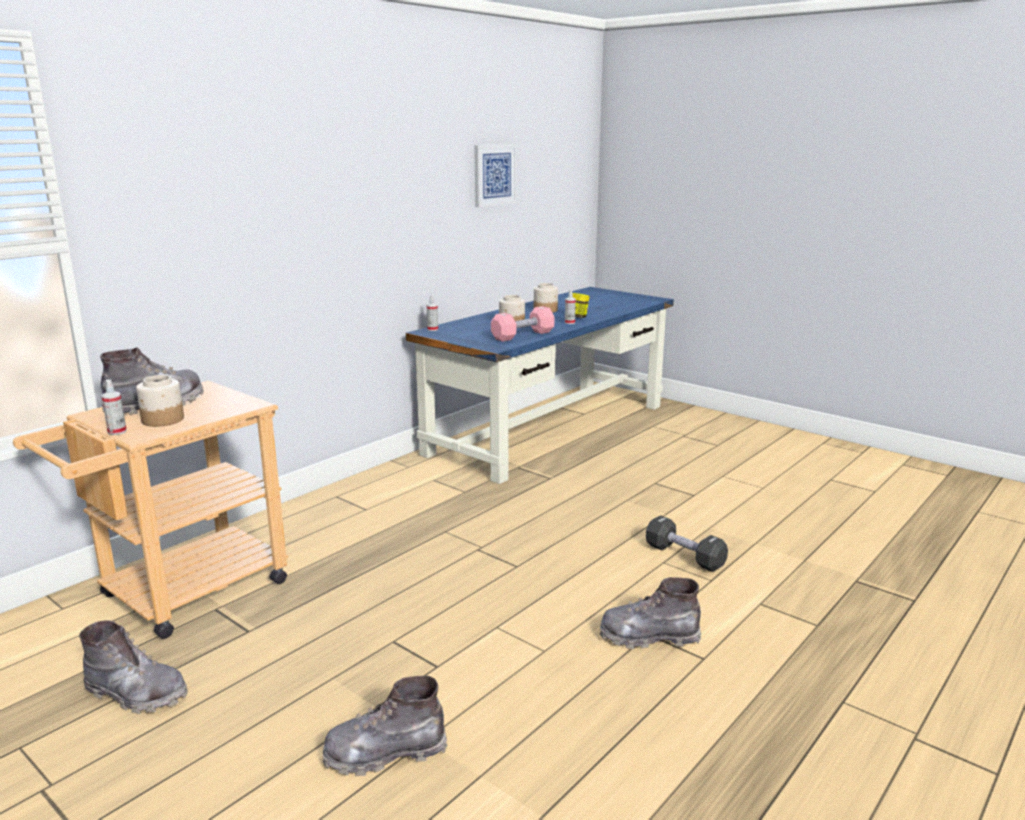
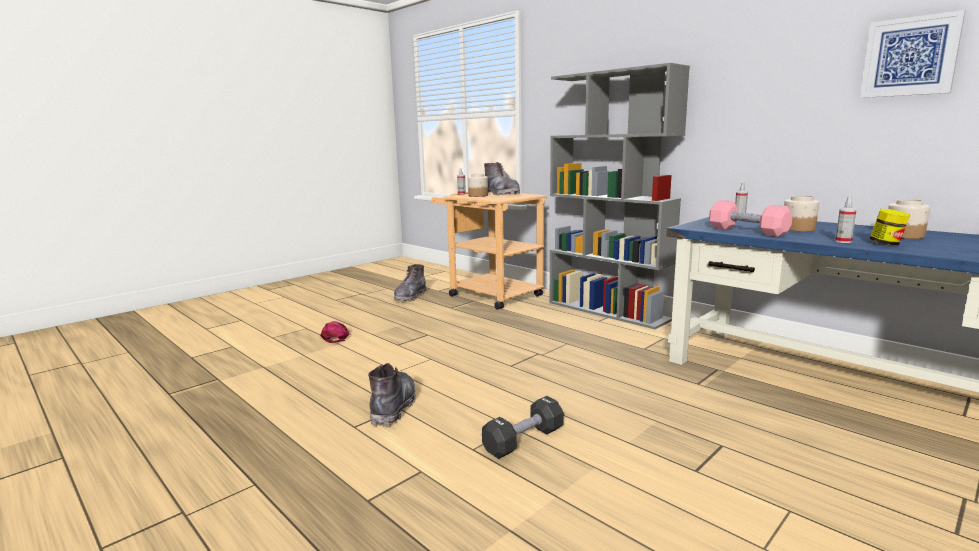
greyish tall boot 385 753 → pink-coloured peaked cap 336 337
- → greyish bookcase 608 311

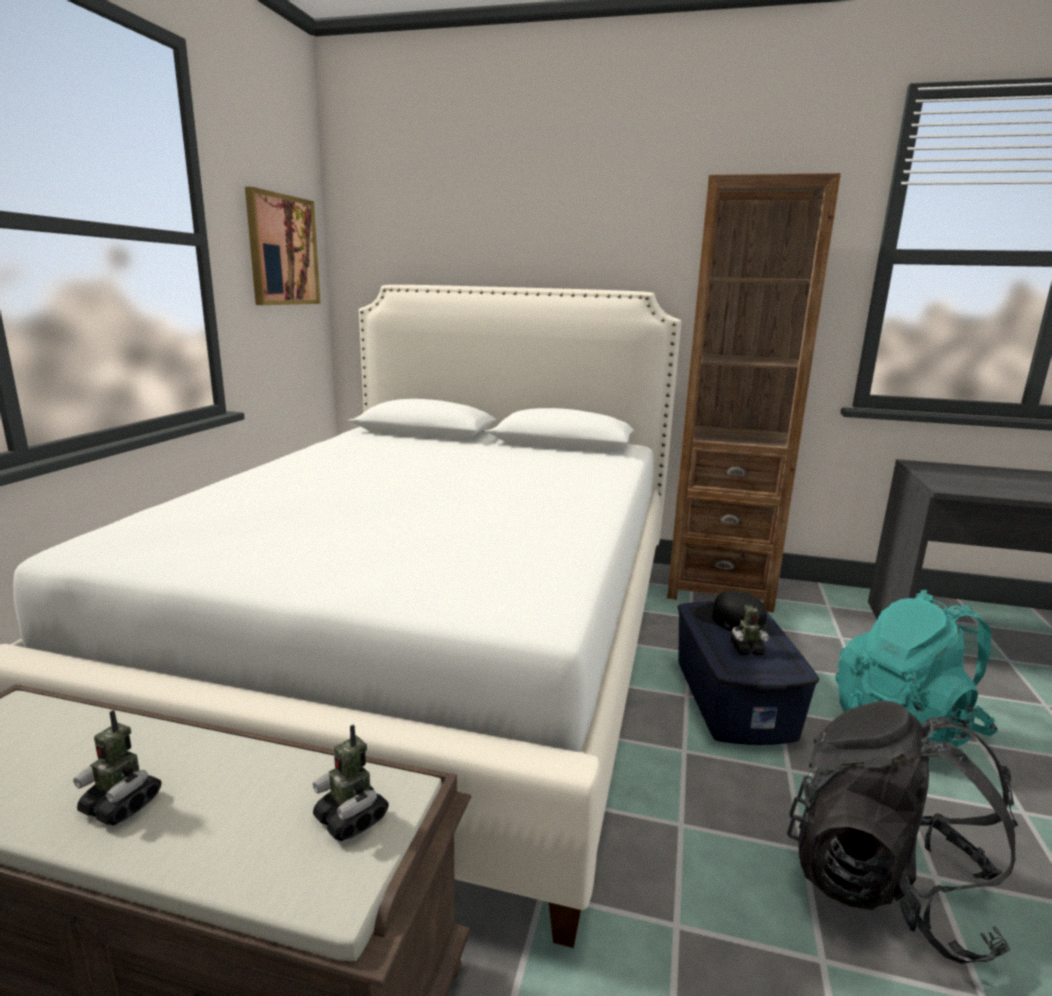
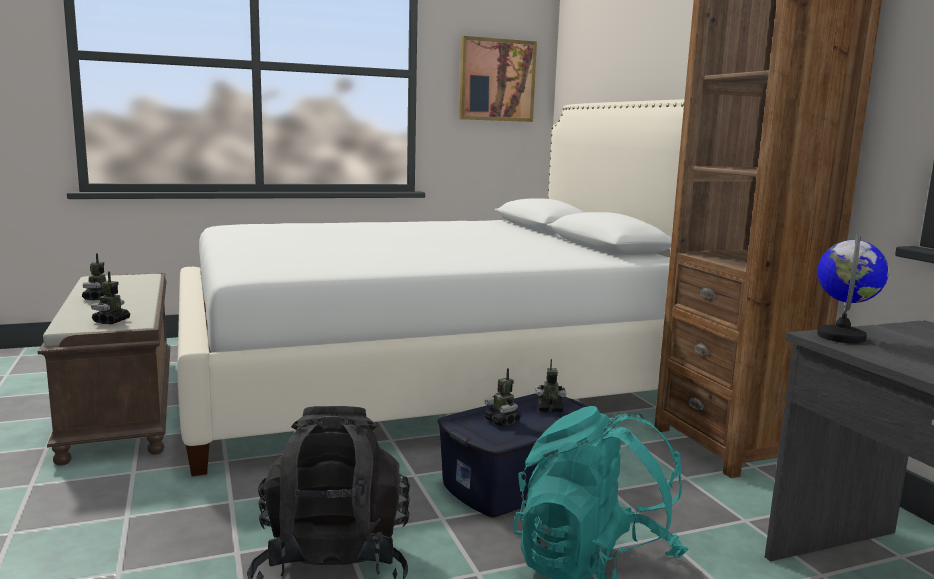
black peaked cap 729 619 → model robot 549 409
- → globe 842 337

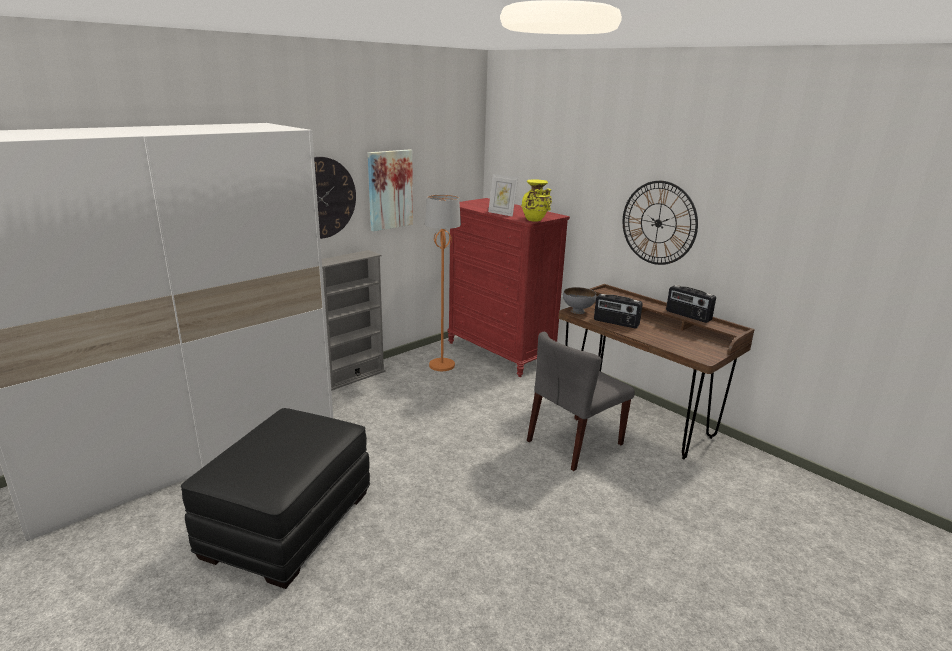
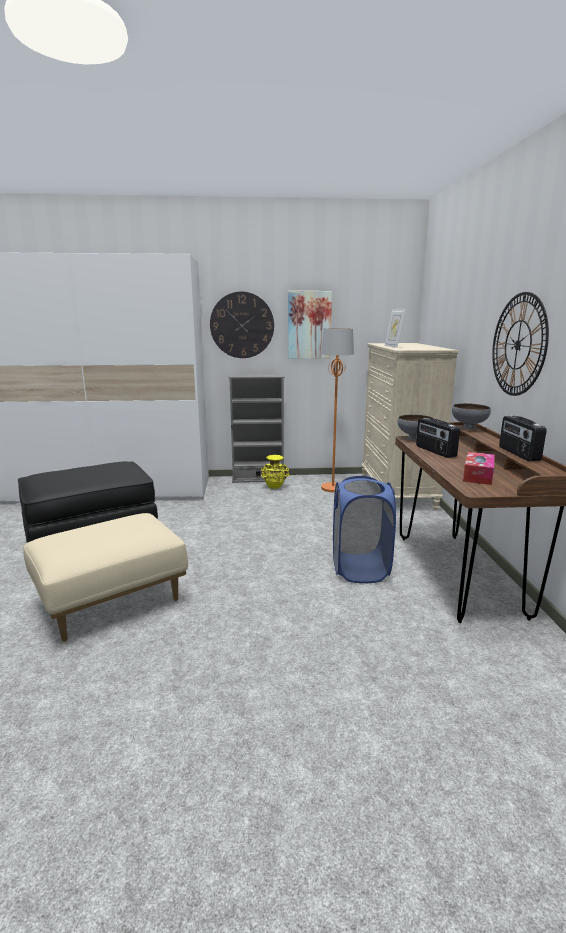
red drawer chest 500 352 → sand-coloured drawer chest 397 492
yellow-coloured decorative vase 535 220 → yellow-coloured decorative vase 275 487, relocated
greyish plain chair 574 443 → bluish hamper 359 568
- → sand-coloured footrest 112 602
- → greyish bowl 468 428
- → box of tissues 478 475

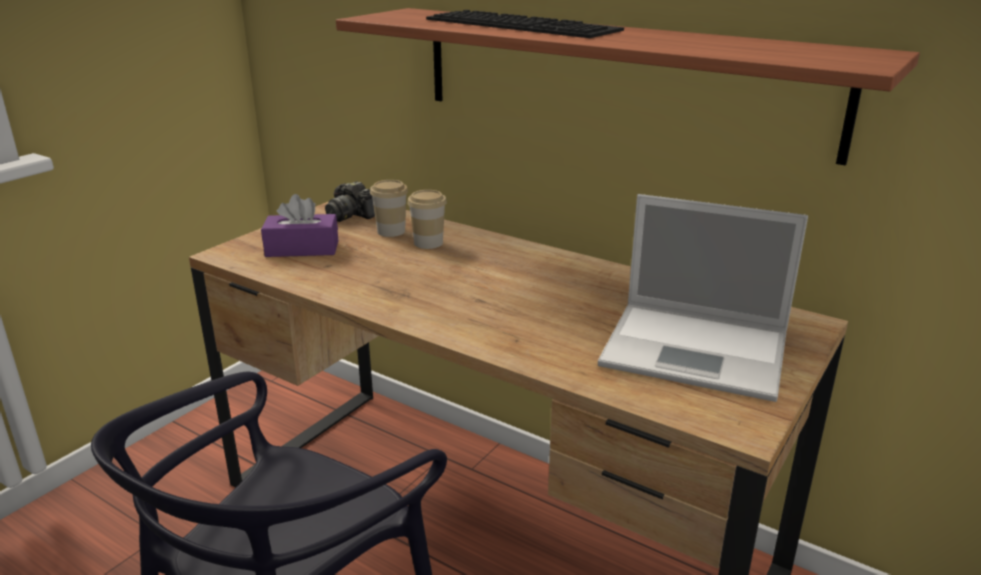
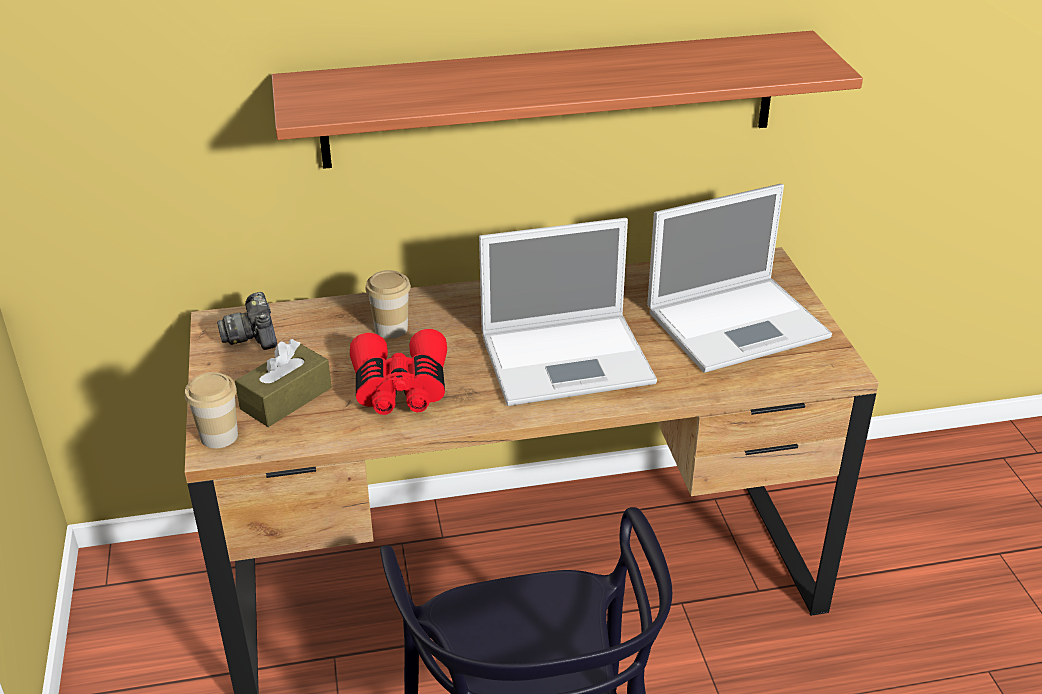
purplish box of tissues 302 249 → brown-coloured box of tissues 286 398
still camera 349 215 → still camera 253 336, 75 degrees clockwise
cup 391 231 → cup 219 436, relocated
PC keyboard 524 24 → -
- → red field glasses 400 389
- → notebook computer 570 358

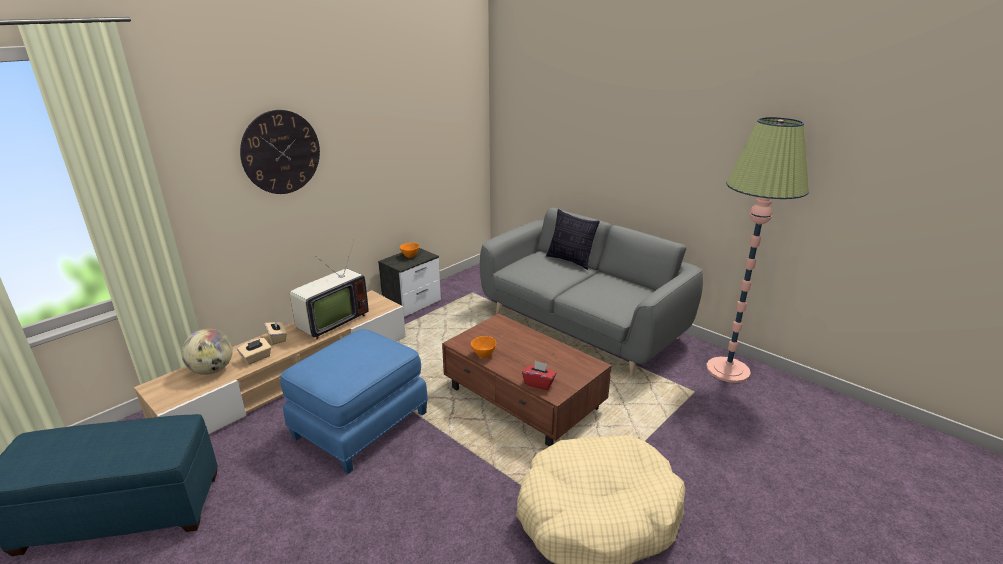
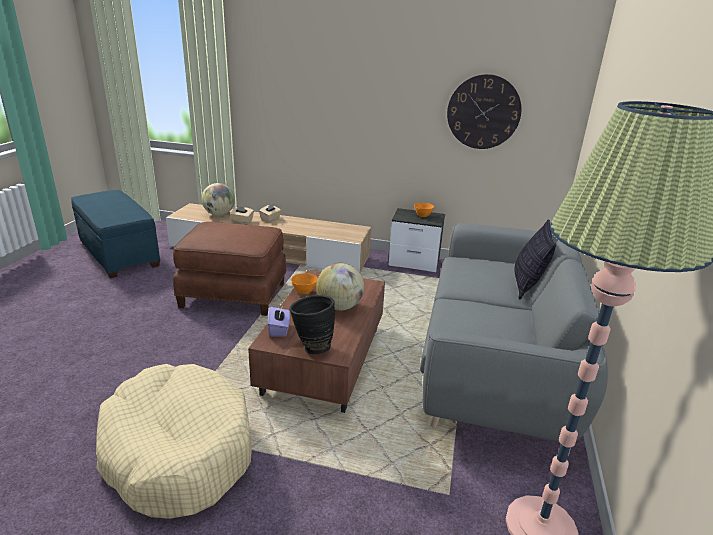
clock on the wall 281 152 → clock on the wall 483 112, relocated
bluish footrest 359 424 → brown-coloured footrest 234 294
TV set 330 322 → -
red box of tissues 539 383 → purplish box of tissues 279 329
- → black decorative vase 311 347
- → globe 339 307

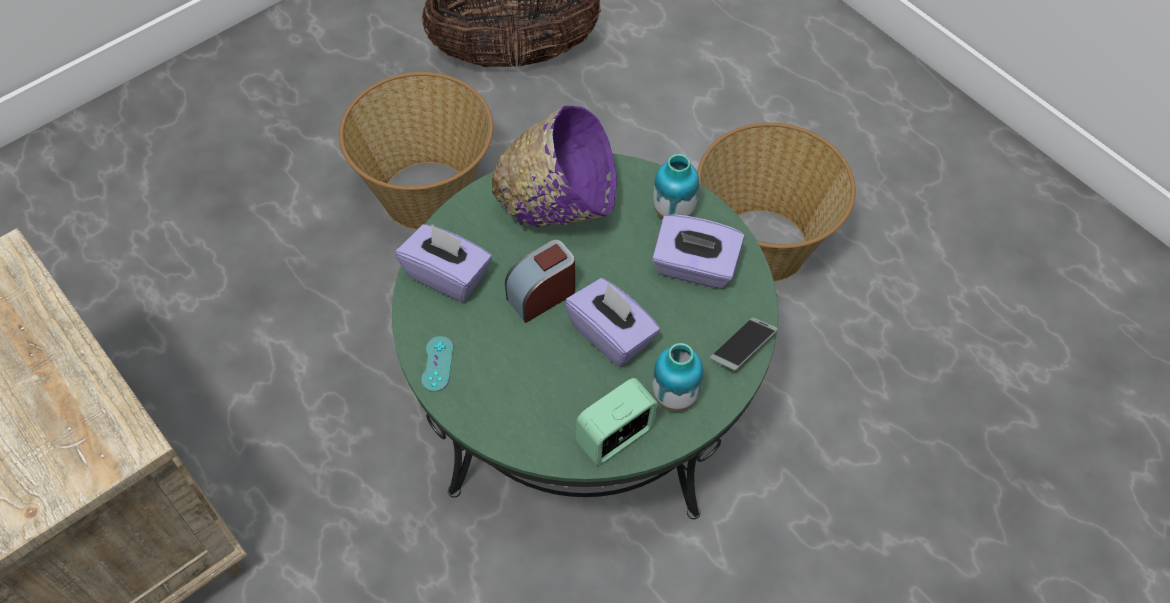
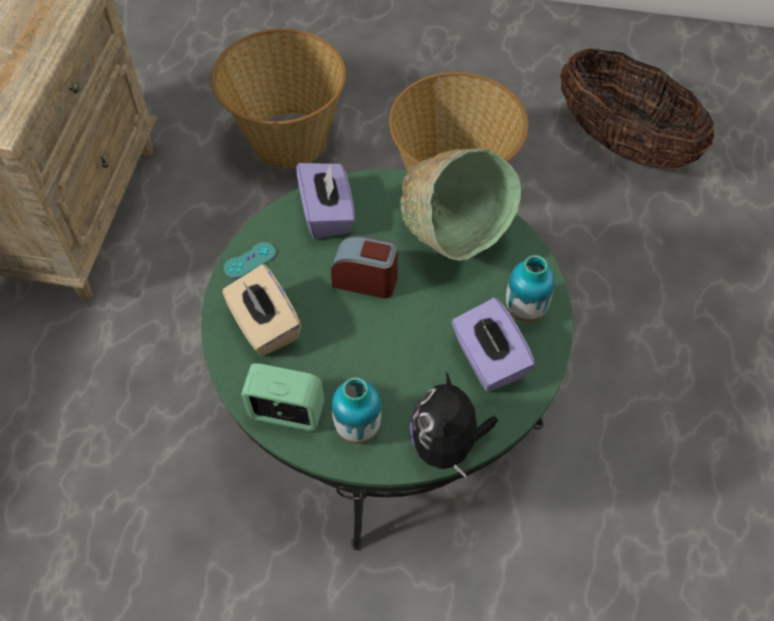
purplish bowl 560 208 → green-coloured bowl 452 237
purplish box of tissues 612 335 → -
storage basket 761 247 → storage basket 287 140, relocated
phone 743 347 → cuddly toy 447 445
- → sand-coloured box of tissues 264 326

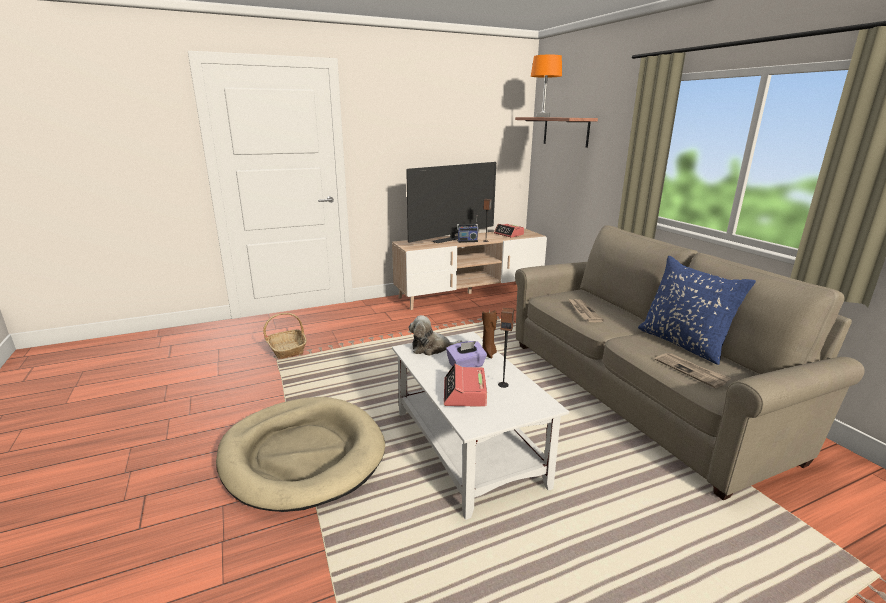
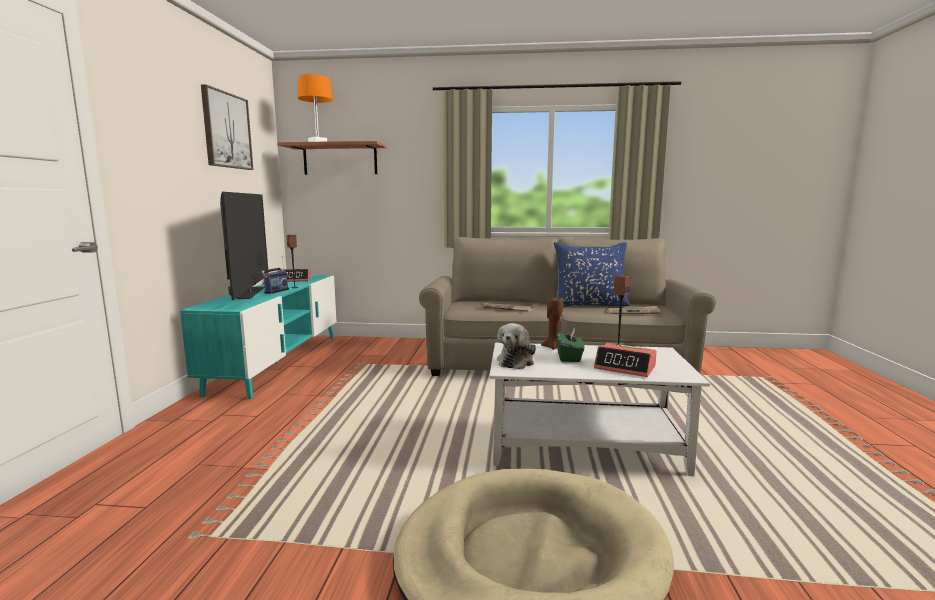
storage basket 287 349 → -
sand-coloured tv unit 470 293 → turquoise-coloured tv unit 278 362
purplish box of tissues 466 365 → green-coloured box of tissues 569 357
- → wall art 226 130

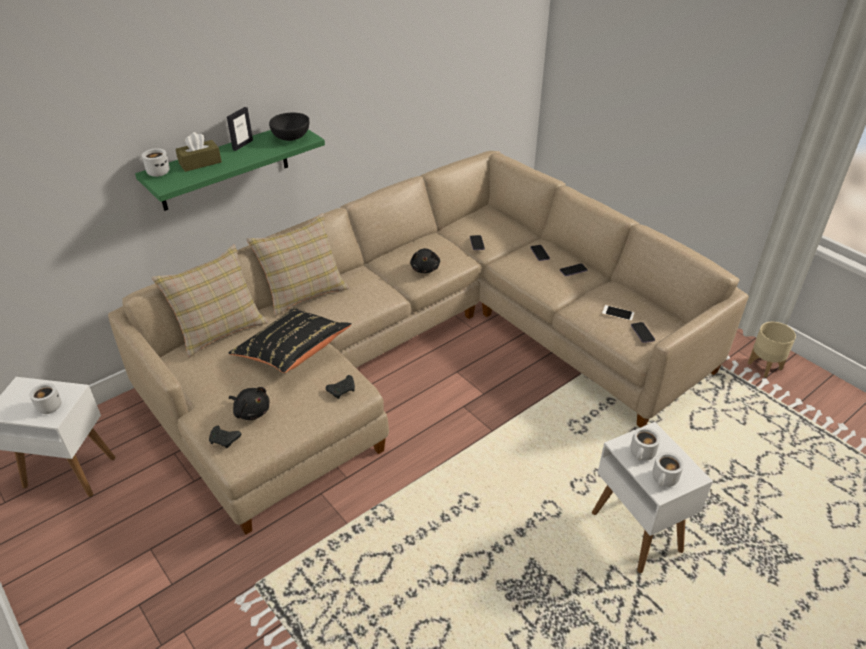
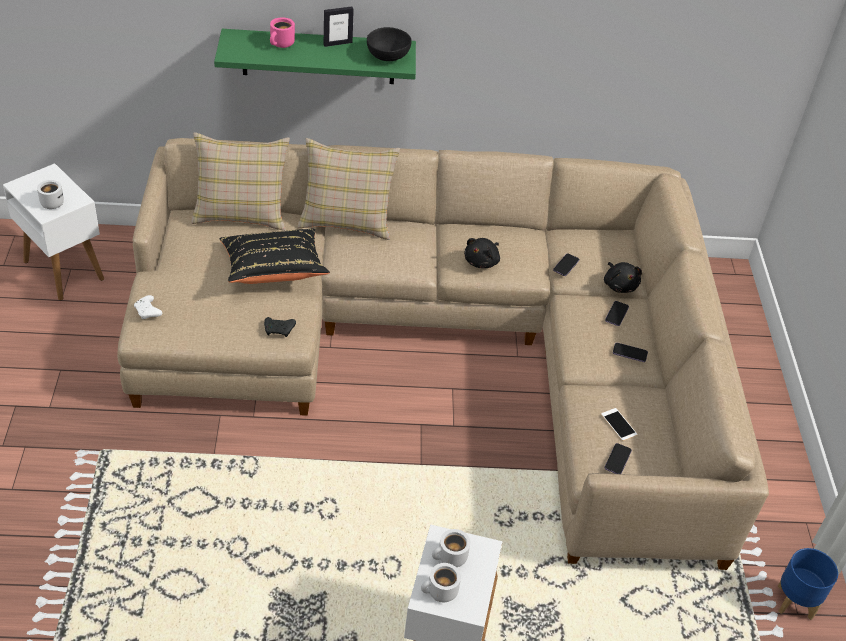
white-coloured tea mug 159 171 → -
brown-coloured box of tissues 200 163 → pink-coloured tea mug 282 44
black joypad 225 440 → white-coloured joypad 148 312
black cuddly toy 251 411 → black cuddly toy 619 285, relocated
sand-coloured flower pot 765 366 → bluish flower pot 795 603

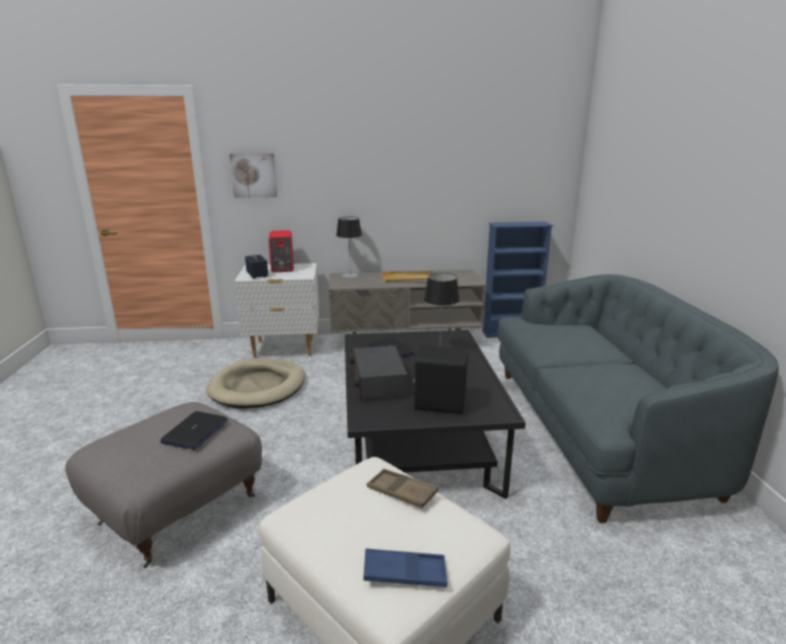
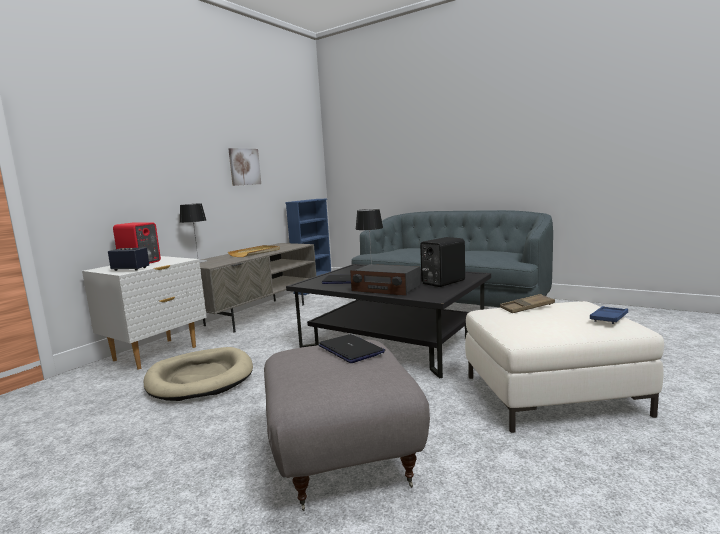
wall art 254 175 → wall art 244 167, relocated

